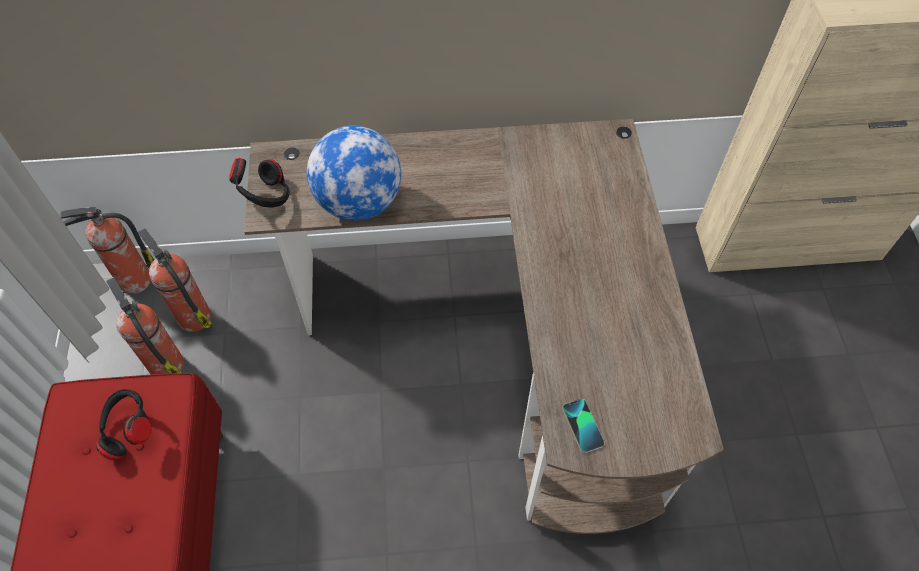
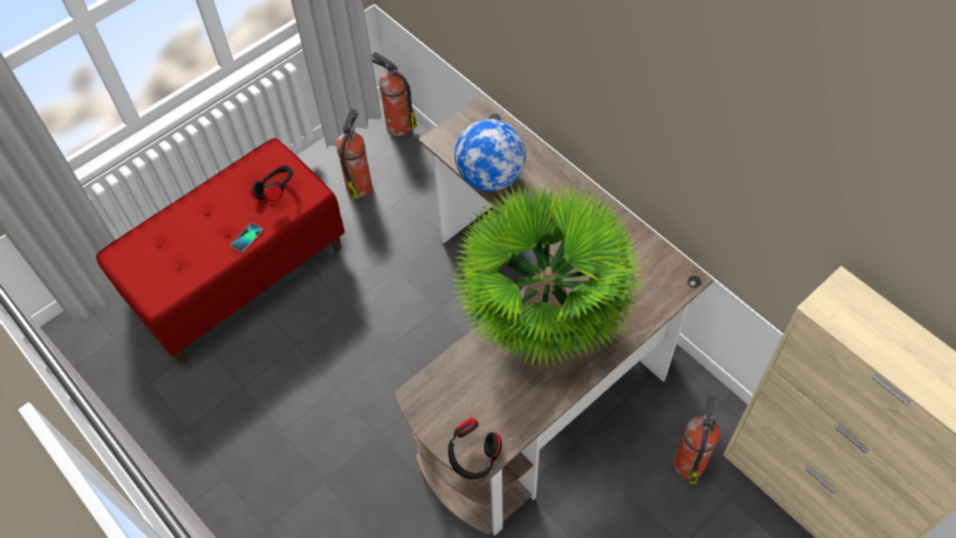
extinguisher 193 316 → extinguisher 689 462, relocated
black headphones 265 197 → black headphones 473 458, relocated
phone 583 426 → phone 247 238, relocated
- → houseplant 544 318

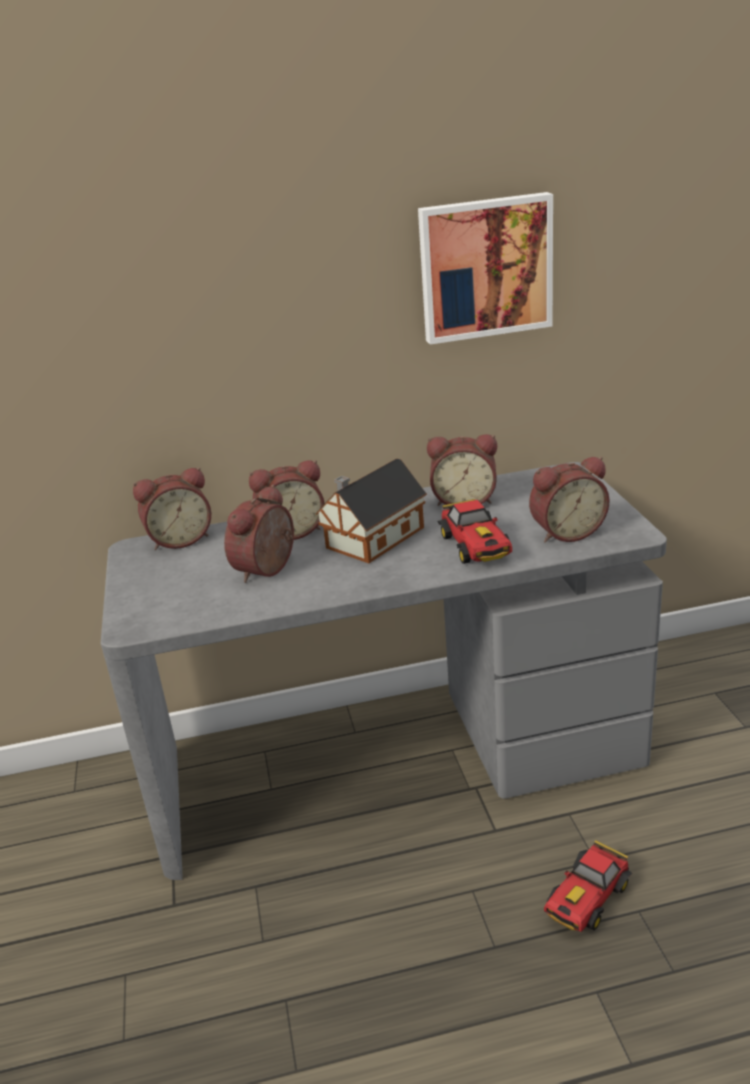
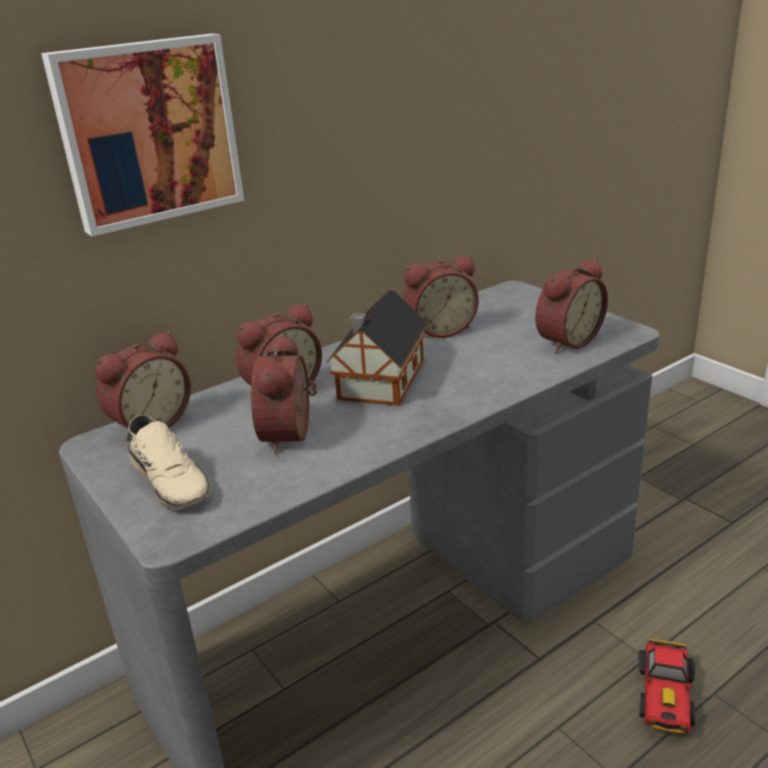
wall art 485 267 → wall art 148 132, relocated
model car 476 548 → -
- → sand-coloured item of footwear 172 481

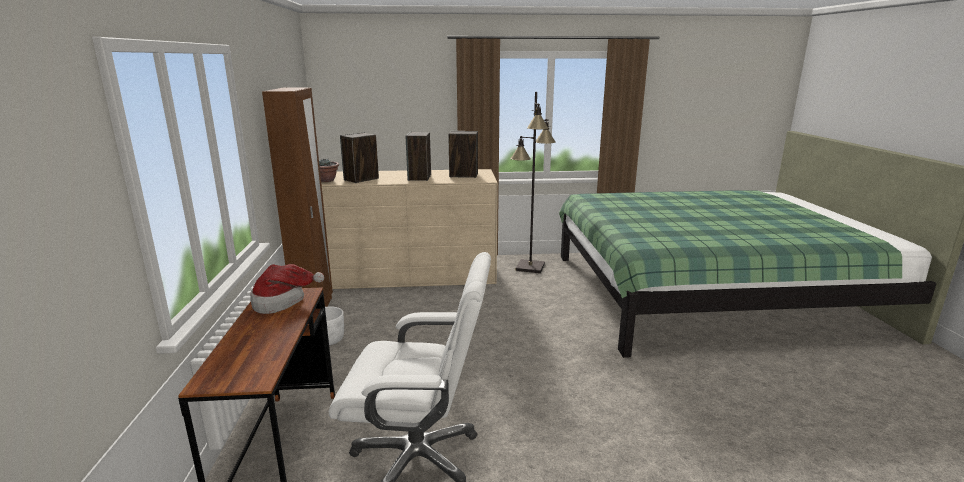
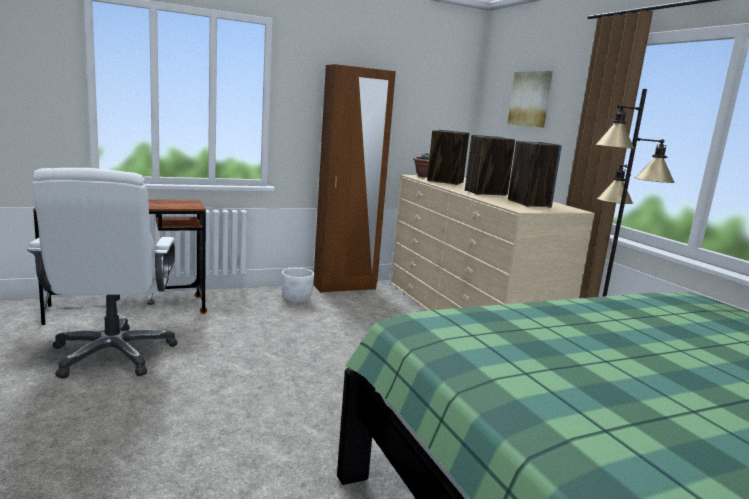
wearable hat 282 301 → -
- → wall art 530 99

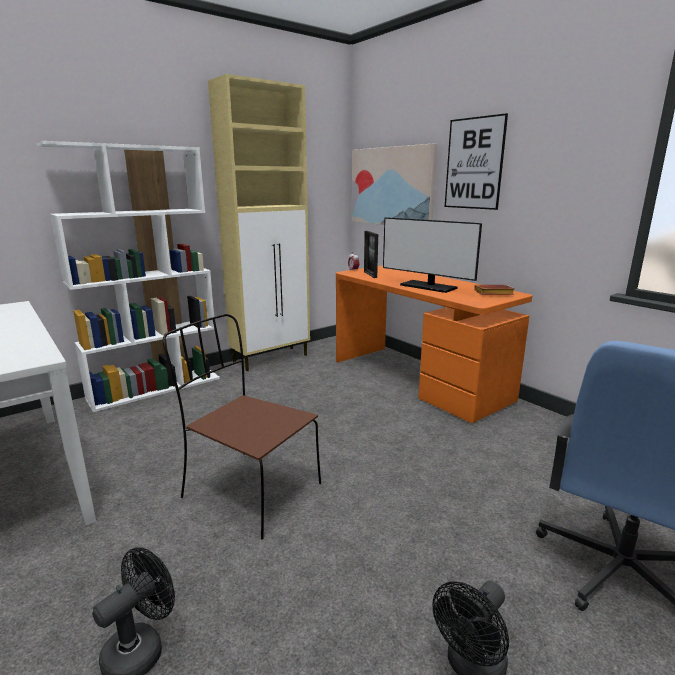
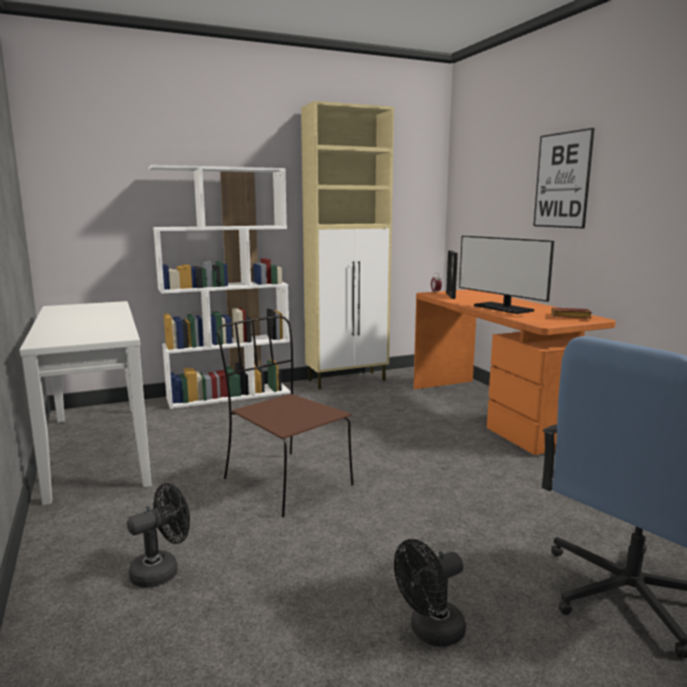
wall art 391 186 → -

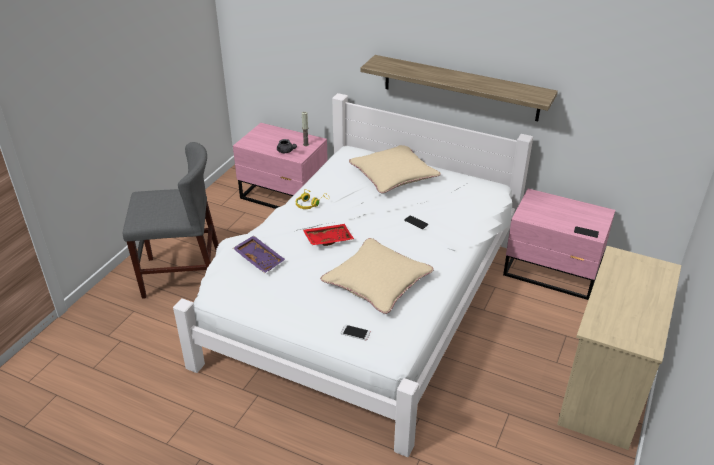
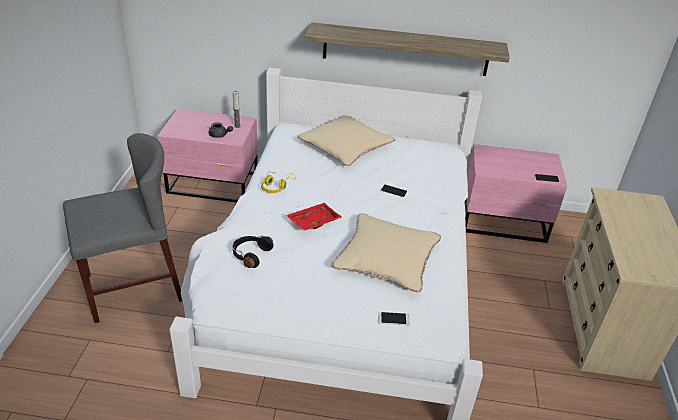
purplish carrying tray 260 259 → black headphones 250 255

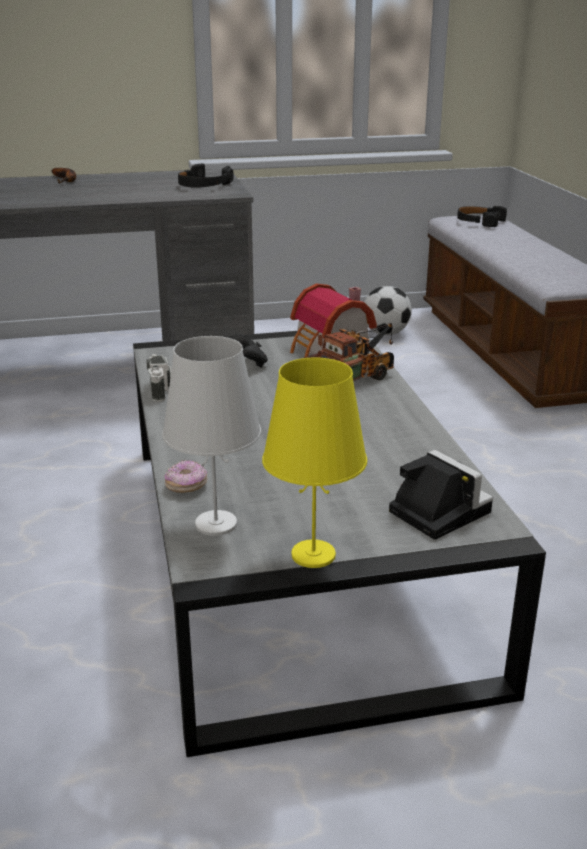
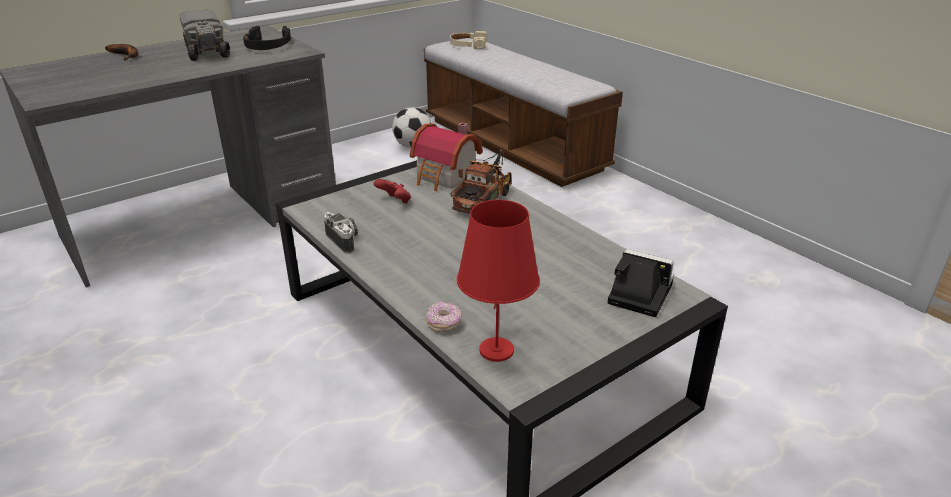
white-coloured table lamp 216 523 → red table lamp 496 349
black joypad 251 363 → red joypad 395 201
yellow-coloured table lamp 312 554 → -
black headphones 479 221 → sand-coloured headphones 468 45
- → model truck 207 51

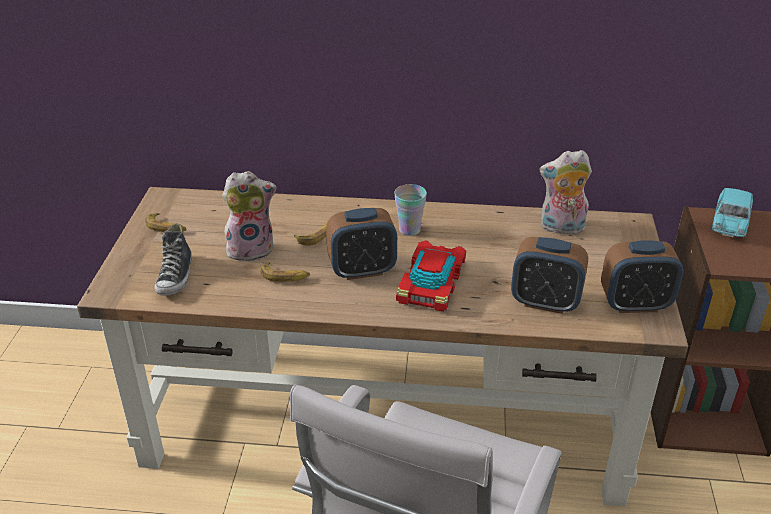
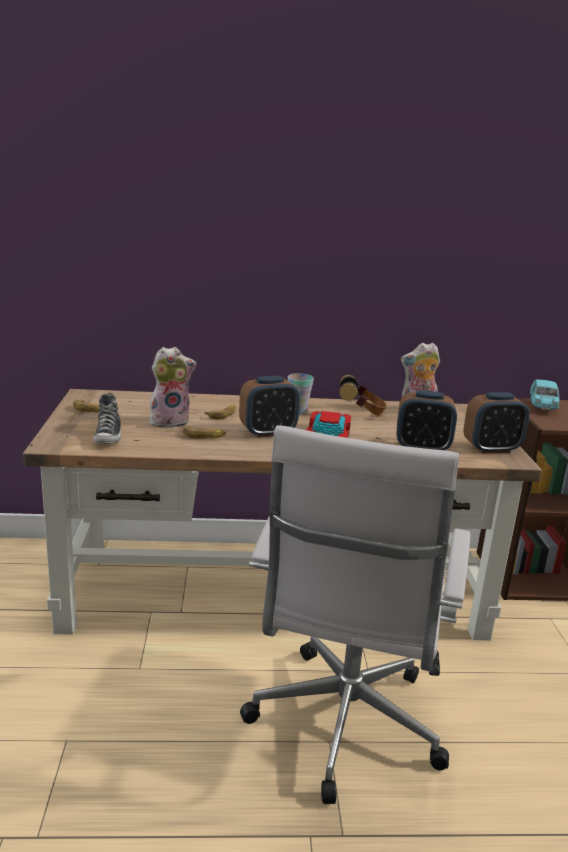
- → headphones 361 413

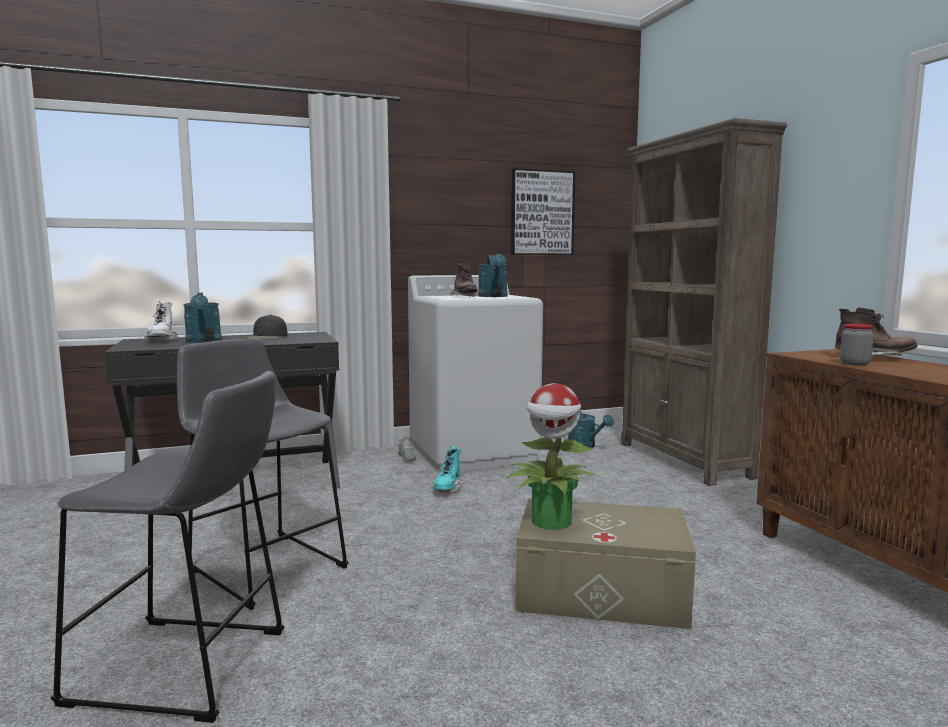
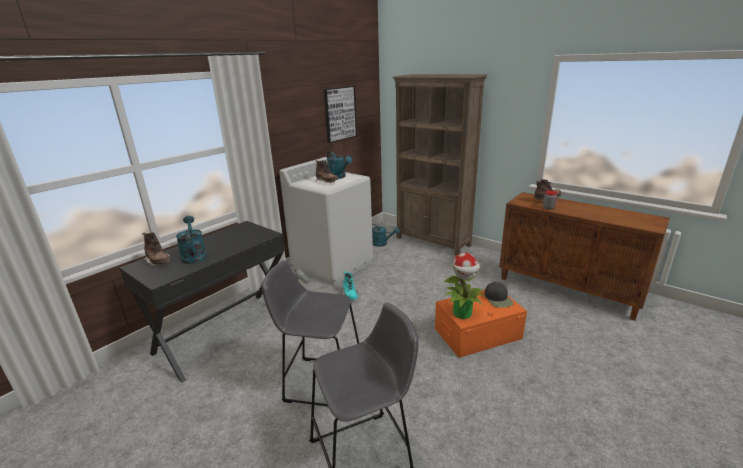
white-coloured tall boot 161 341 → brown-coloured tall boot 159 262
turquoise-coloured sprinkling can 204 341 → turquoise-coloured sprinkling can 194 255, 150 degrees counterclockwise
black peaked cap 266 337 → black peaked cap 498 299, relocated
sand-coloured storage bin 600 592 → orange-coloured storage bin 477 333

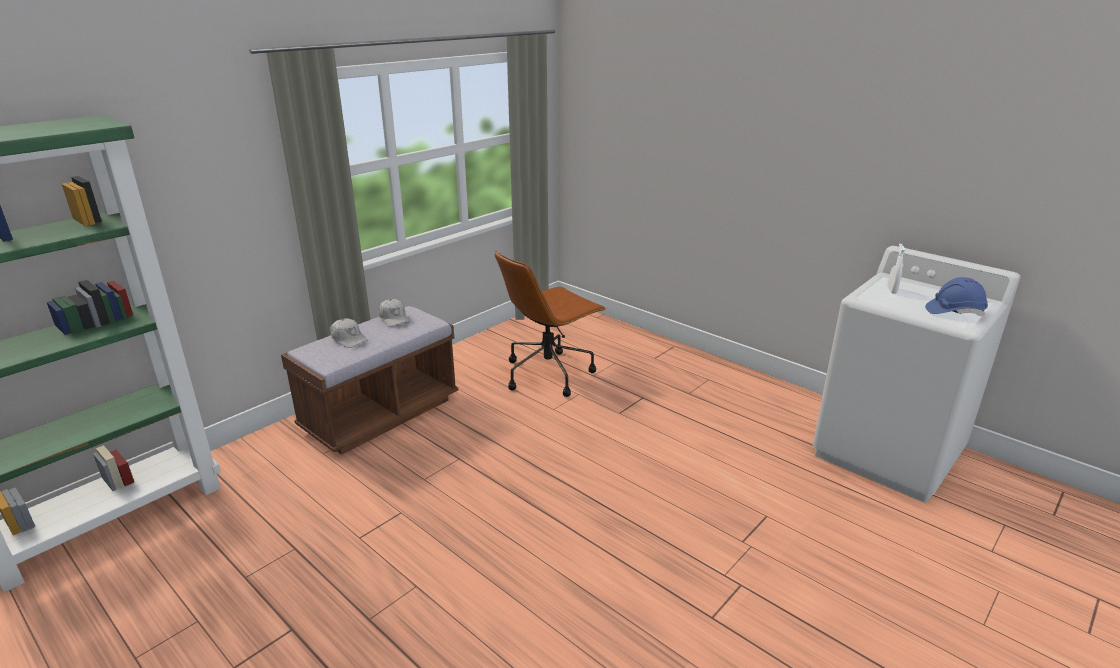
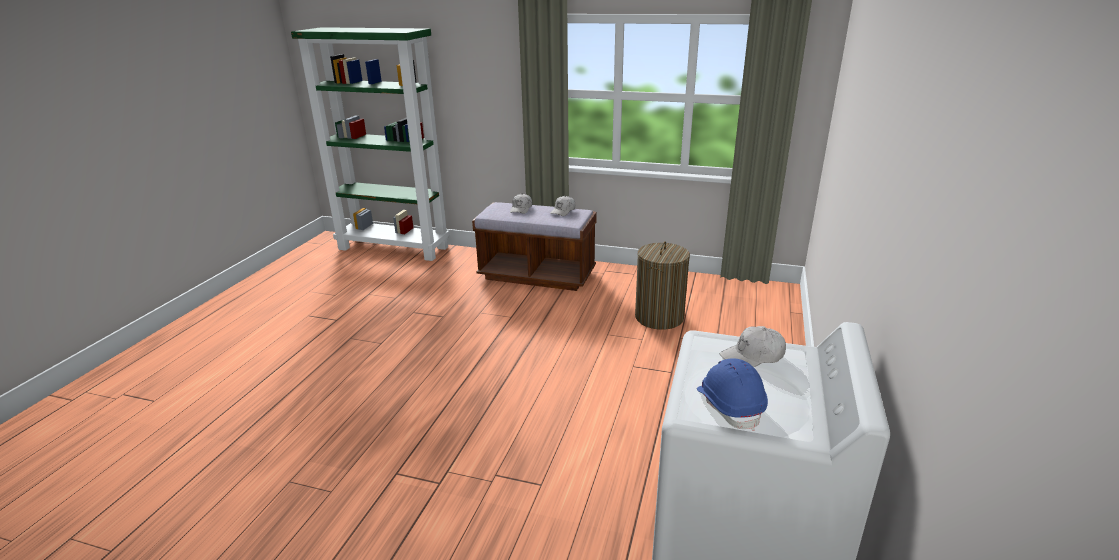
brown-coloured office chair 549 373 → hamper 659 317
white-coloured sprayer 892 290 → white-coloured peaked cap 752 357

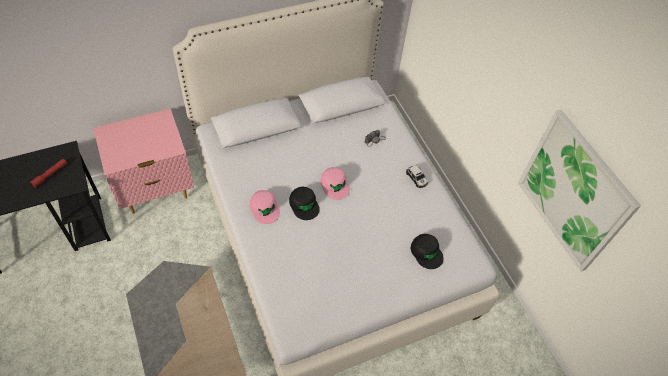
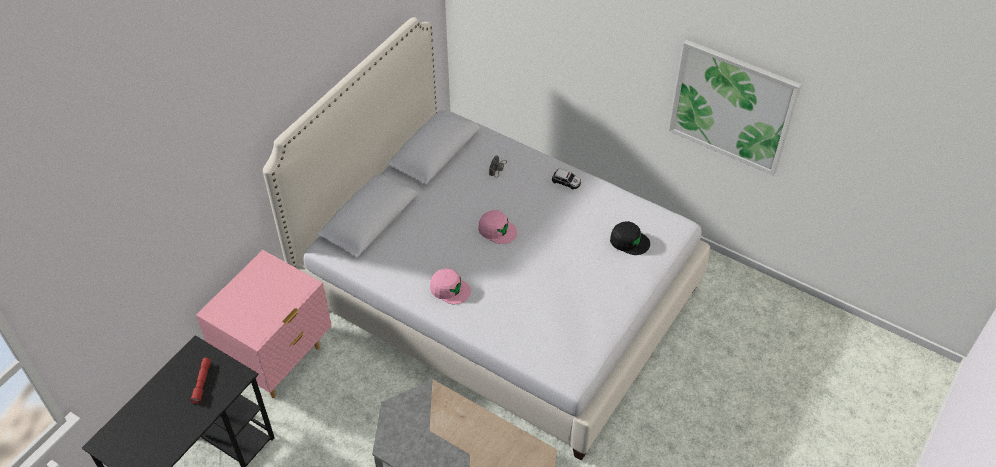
black peaked cap 304 205 → -

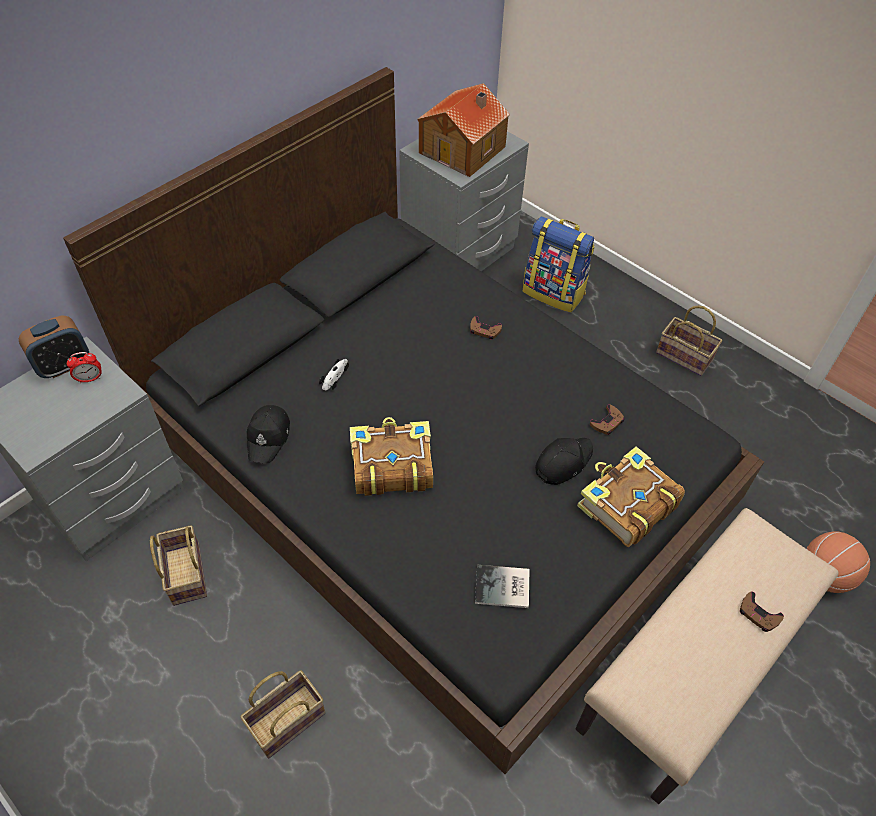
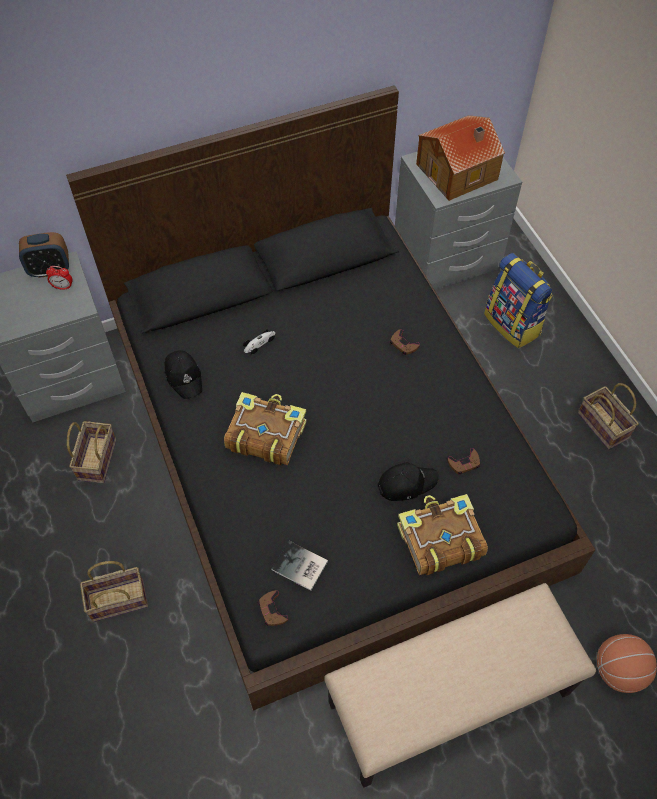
black peaked cap 269 437 → black peaked cap 184 376, 60 degrees counterclockwise
brown-coloured joypad 758 614 → brown-coloured joypad 272 610, relocated

